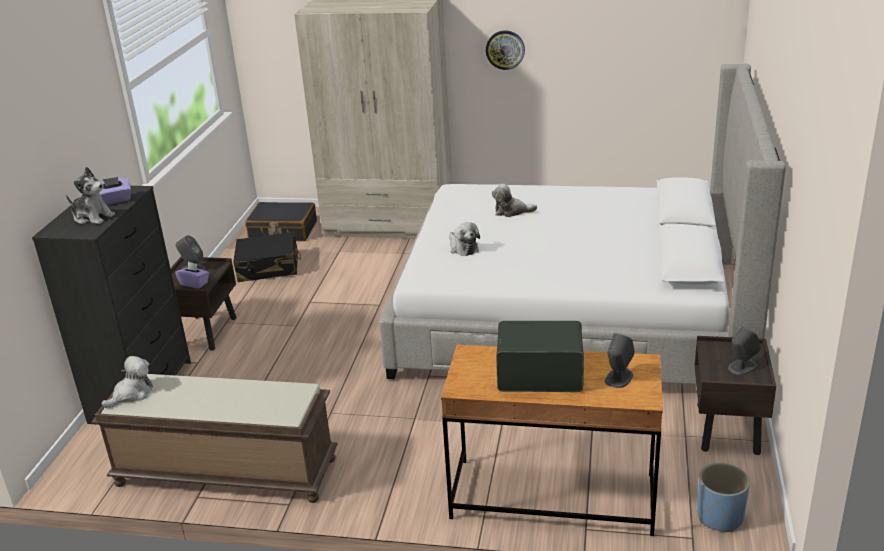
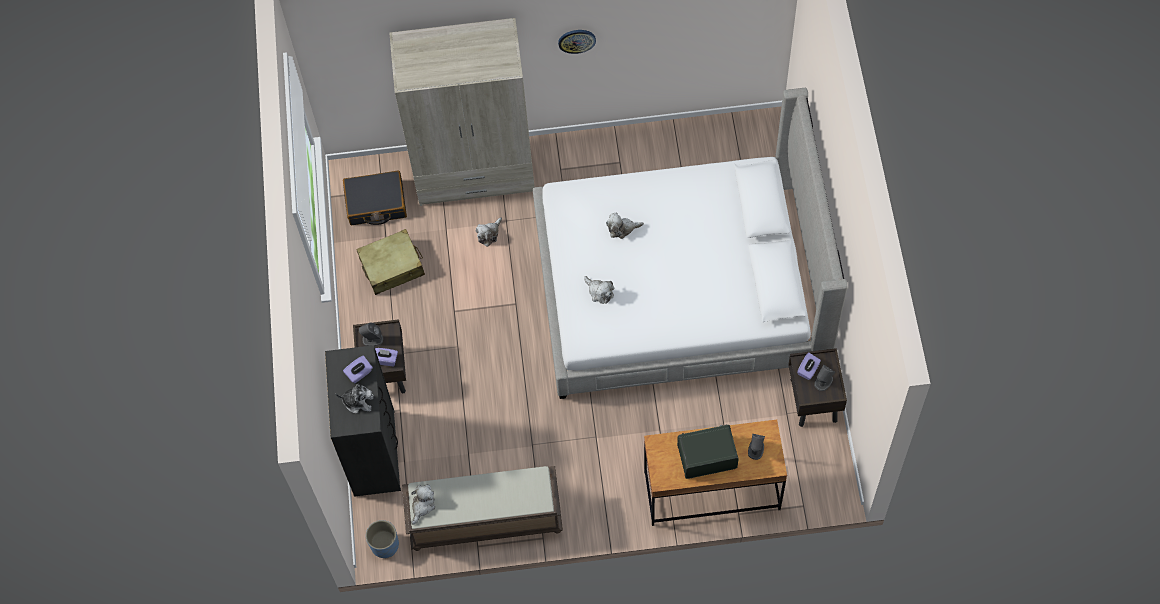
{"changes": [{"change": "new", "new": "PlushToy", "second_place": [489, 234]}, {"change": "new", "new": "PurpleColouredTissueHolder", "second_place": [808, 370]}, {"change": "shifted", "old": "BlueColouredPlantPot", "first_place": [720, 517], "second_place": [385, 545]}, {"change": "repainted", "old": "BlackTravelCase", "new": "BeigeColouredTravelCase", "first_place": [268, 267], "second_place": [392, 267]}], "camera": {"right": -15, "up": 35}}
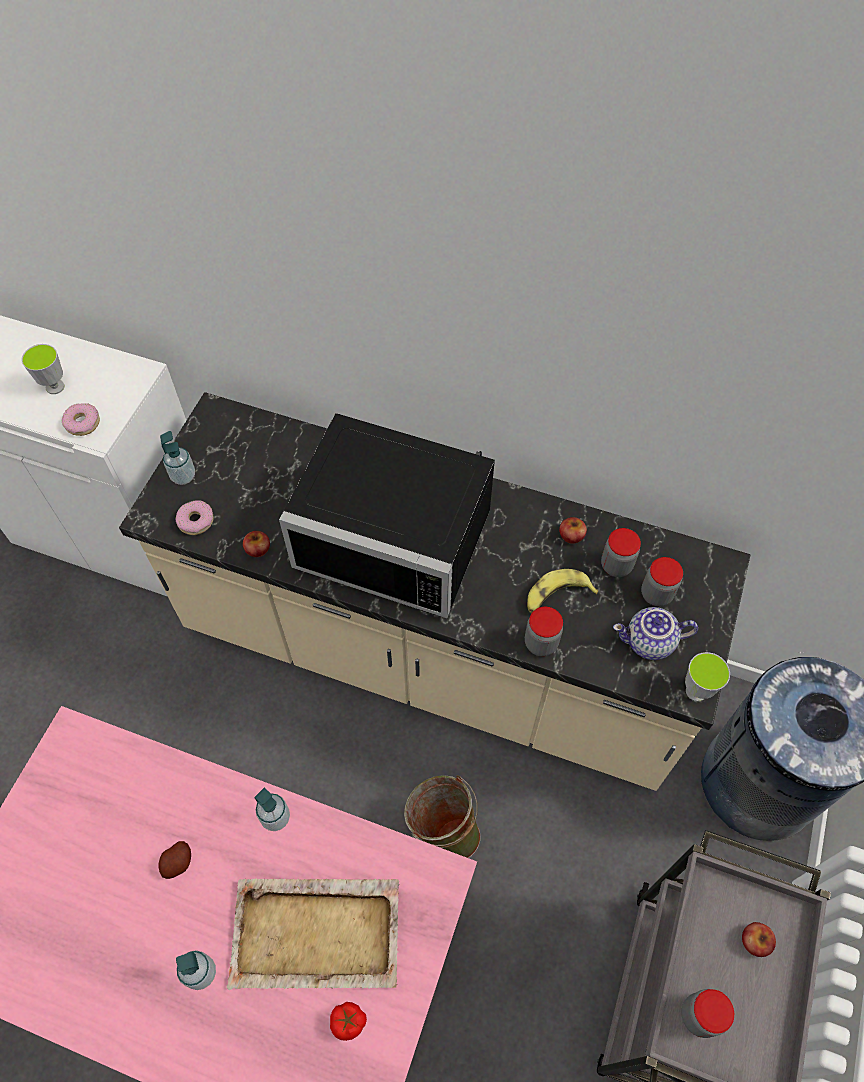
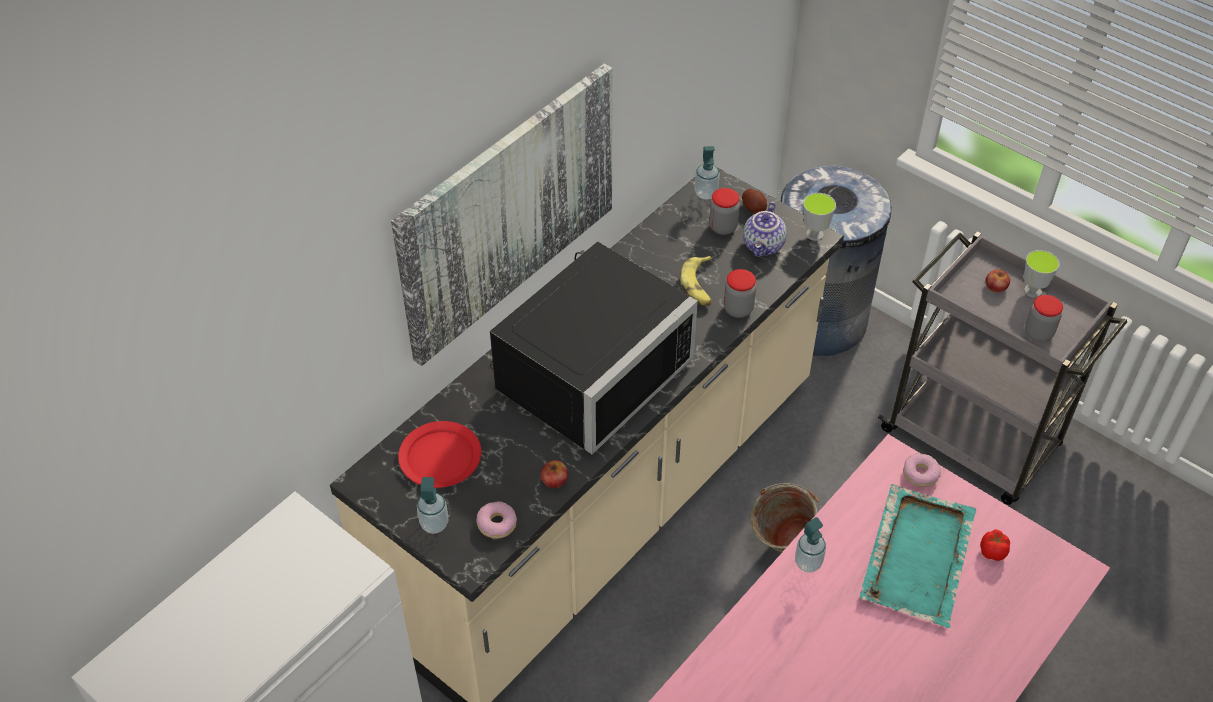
{"changes": [{"change": "gone", "old": "Apple", "first_place": [571, 535]}, {"change": "gone", "old": "PreserveJar", "first_place": [616, 565]}, {"change": "new", "new": "Picture", "second_place": [508, 211]}, {"change": "new", "new": "RedColouredFlatDish", "second_place": [439, 457]}, {"change": "shifted", "old": "SmallCup", "first_place": [55, 387], "second_place": [1032, 291]}, {"change": "shifted", "old": "RingDoughnut", "first_place": [83, 423], "second_place": [920, 473]}, {"change": "shifted", "old": "Potato", "first_place": [178, 862], "second_place": [754, 208]}, {"change": "shifted", "old": "SoapDispenser", "first_place": [201, 973], "second_place": [706, 193]}, {"change": "repainted", "old": "BeigeColouredServingTray", "new": "TurquoiseServingTray", "first_place": [318, 934], "second_place": [918, 556]}], "camera": {"right": -70, "up": -10}}
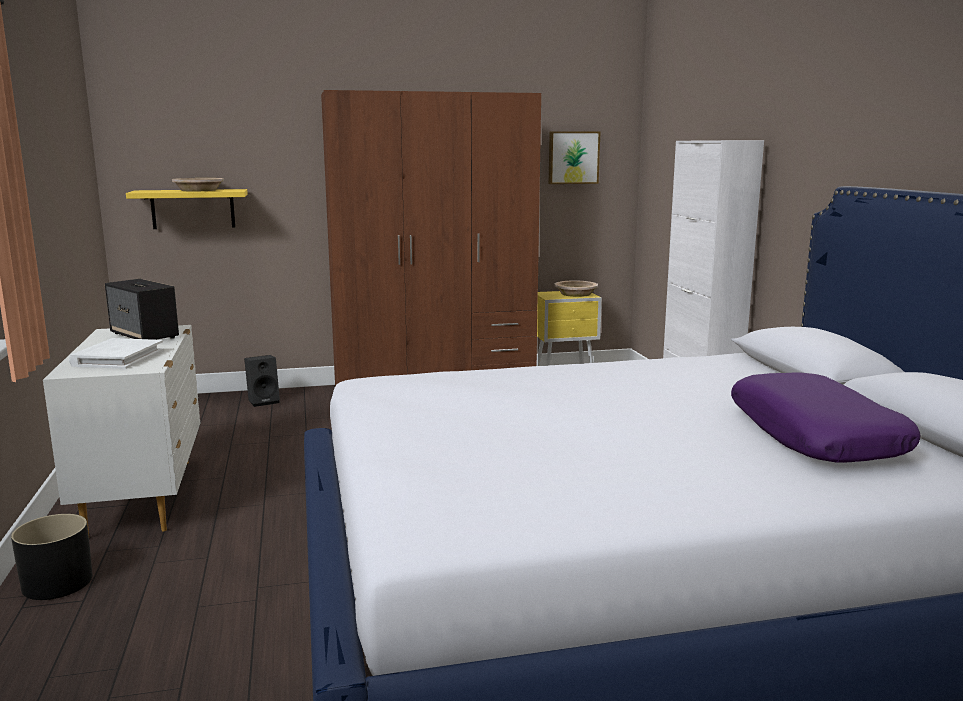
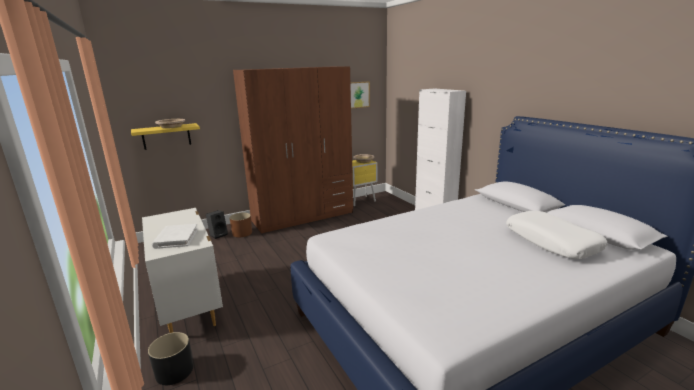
{"changes": [{"change": "gone", "old": "AudioSpeaker", "first_place": [145, 336]}, {"change": "new", "new": "BrownPlantPot", "second_place": [242, 233]}, {"change": "repainted", "old": "PurpleColouredCushion", "new": "WhitishCushion", "first_place": [815, 435], "second_place": [552, 242]}], "camera": {"right": -15, "up": 5}}
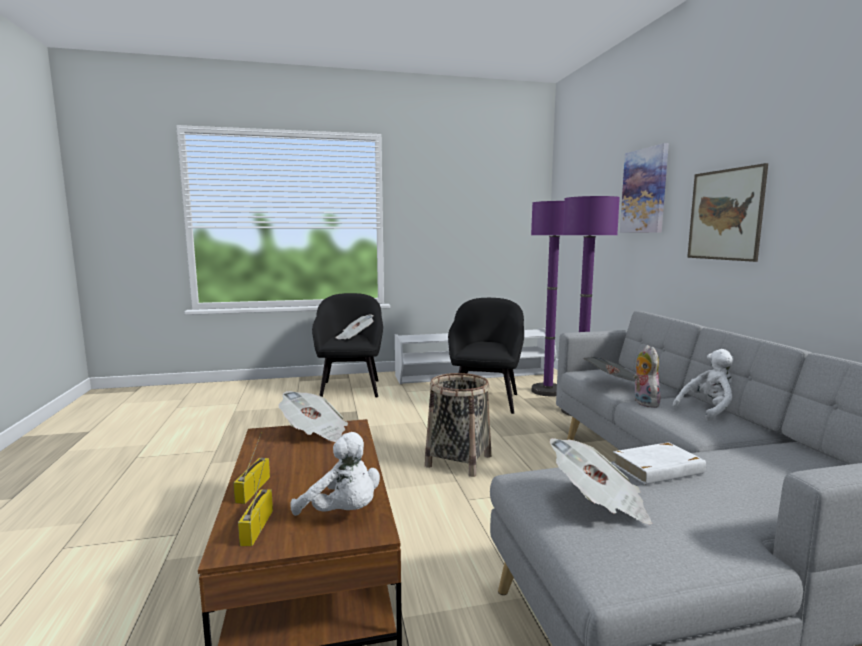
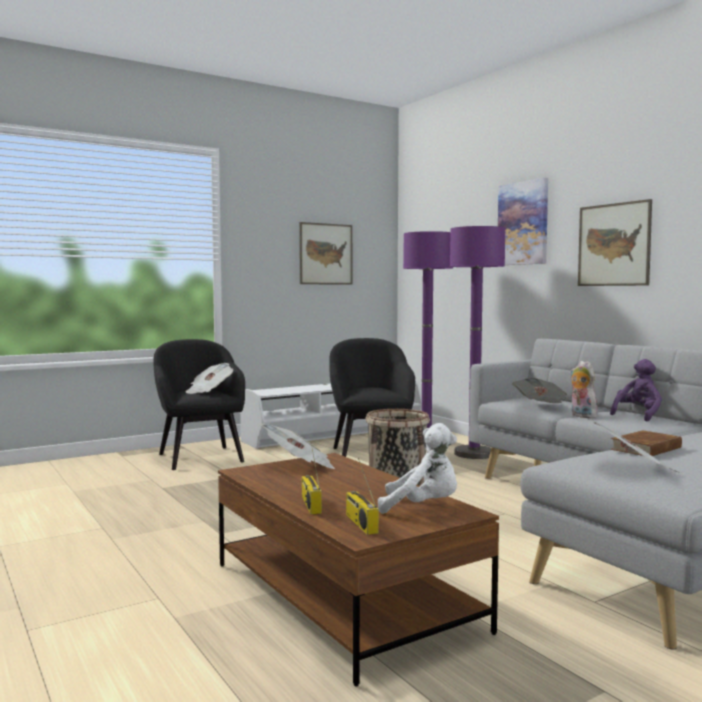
{"changes": [{"change": "new", "new": "Picture", "second_place": [326, 254]}, {"change": "repainted", "old": "WhitishBook", "new": "BrownBook", "first_place": [658, 469], "second_place": [646, 449]}, {"change": "repainted", "old": "WhitishPlushToy", "new": "PurpleColouredPlushToy", "first_place": [708, 410], "second_place": [638, 415]}], "camera": {"right": -20, "up": -5}}
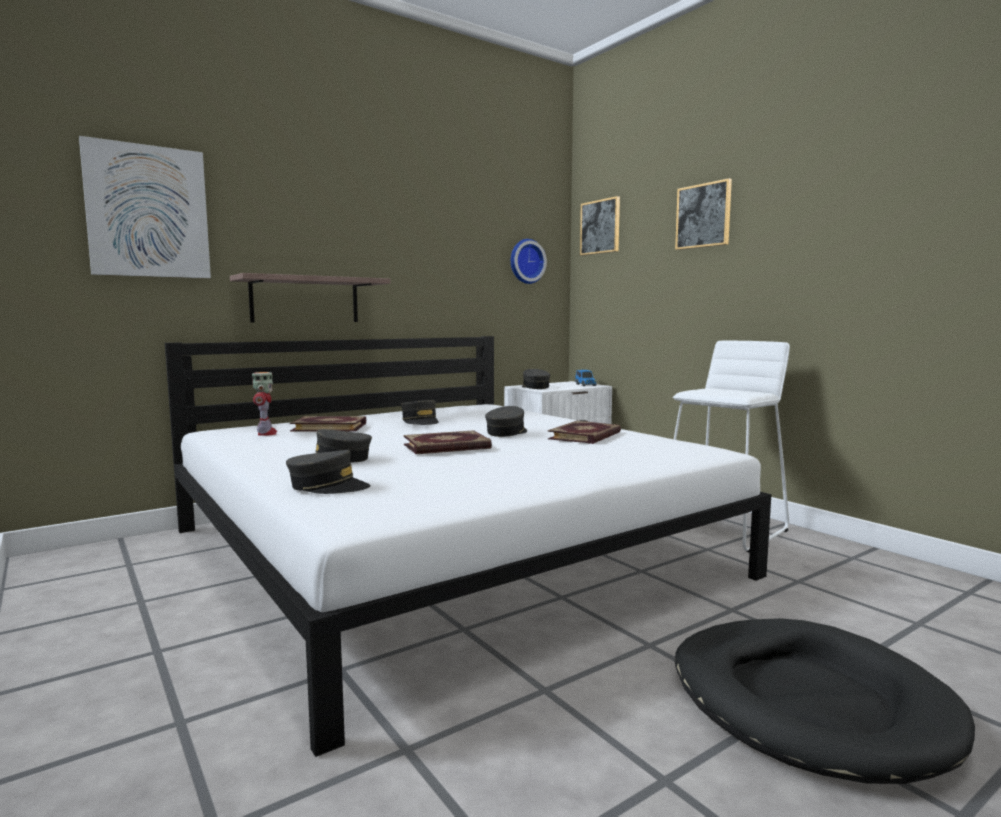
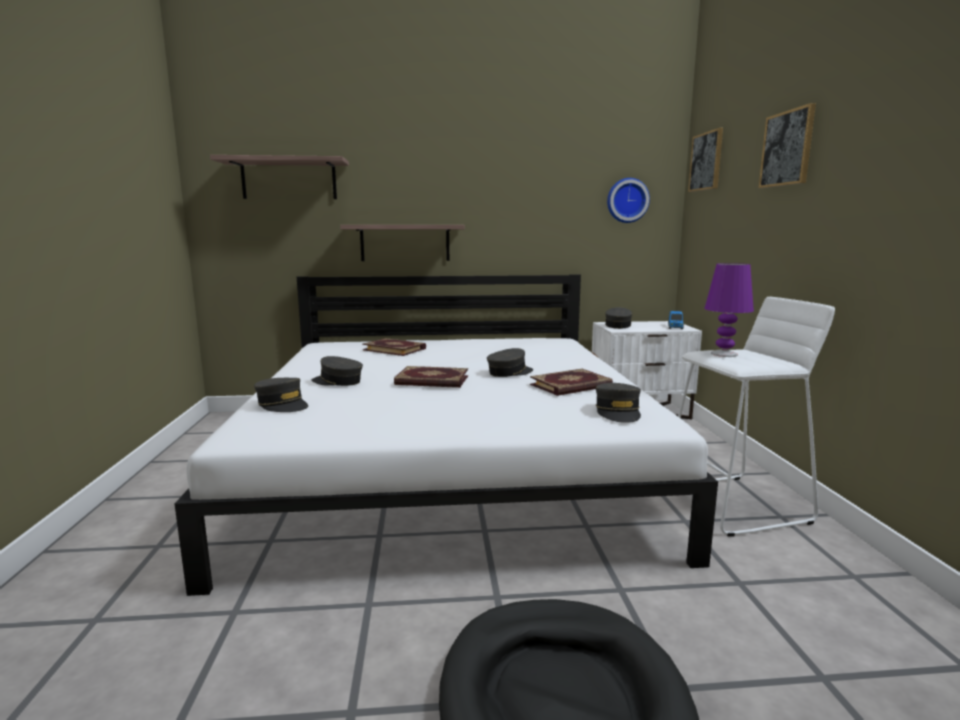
{"changes": [{"change": "gone", "old": "ToyRobot", "first_place": [266, 433]}, {"change": "new", "new": "PurpleColouredLampForATable", "second_place": [724, 354]}, {"change": "shifted", "old": "GreyCap", "first_place": [420, 421], "second_place": [618, 412]}, {"change": "swapped", "old": "Picture", "new": "WallShelf", "first_place": [148, 212], "second_place": [289, 180]}], "camera": {"right": 30, "up": 5}}
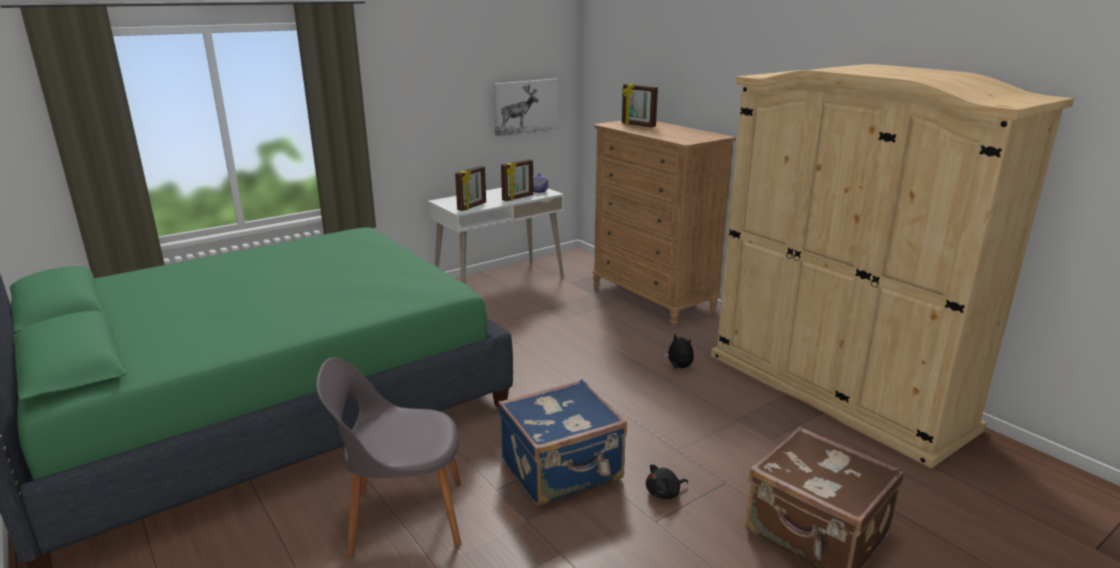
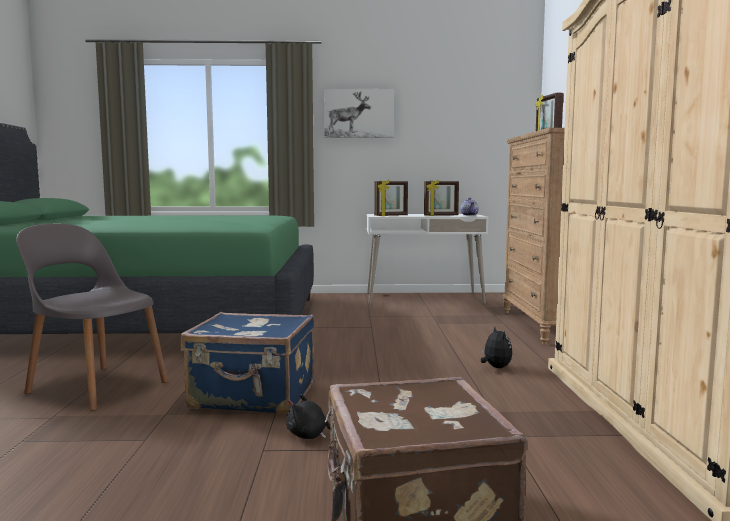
{"changes": [{"change": "shifted", "old": "Picture", "first_place": [525, 106], "second_place": [359, 113]}], "camera": {"right": 35, "up": -15}}
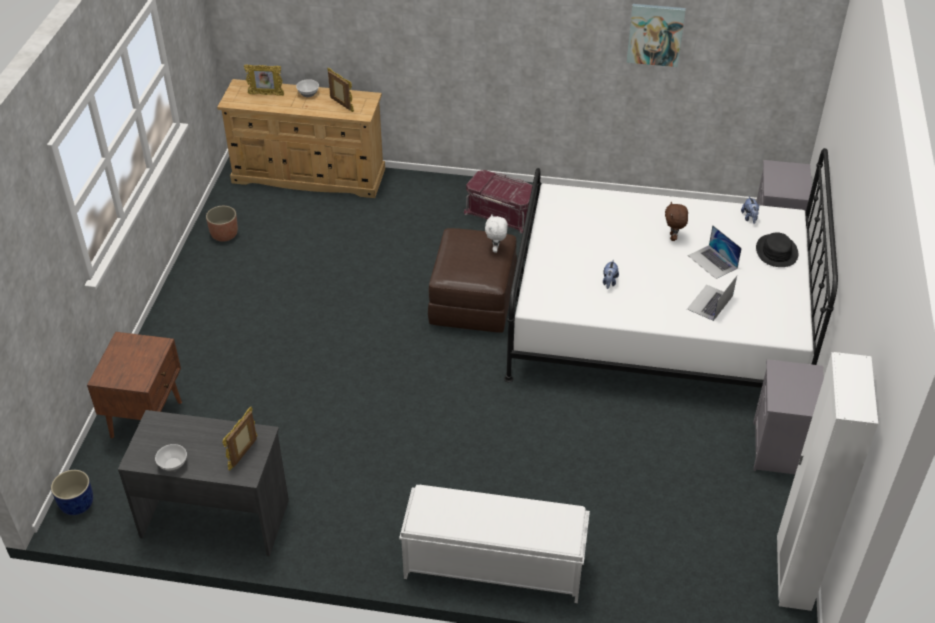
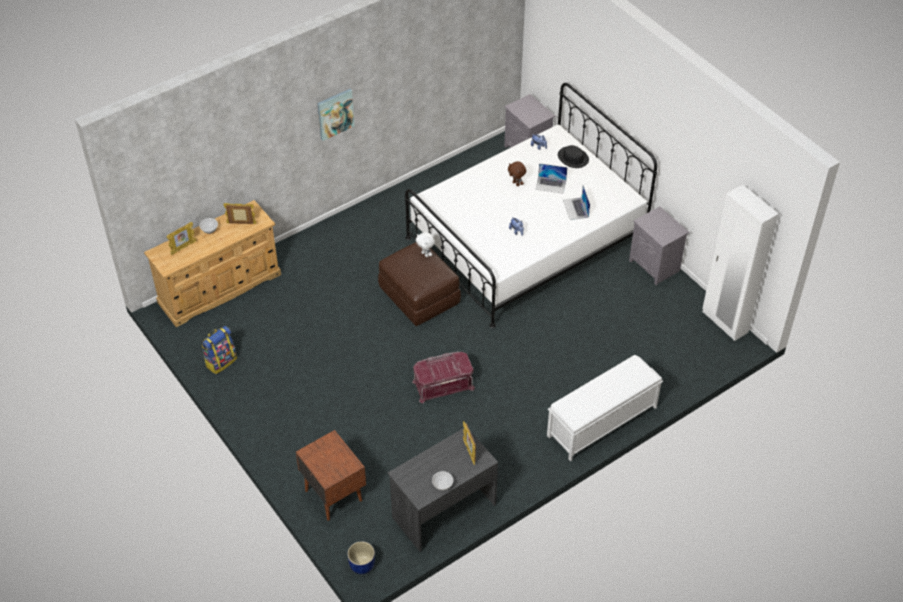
{"changes": [{"change": "shifted", "old": "RedColouredStorageBin", "first_place": [501, 212], "second_place": [443, 384]}, {"change": "shifted", "old": "Picture", "first_place": [655, 34], "second_place": [335, 114]}, {"change": "swapped", "old": "PlantPot", "new": "Rucksack", "first_place": [224, 234], "second_place": [221, 361]}], "camera": {"right": -45, "up": 5}}
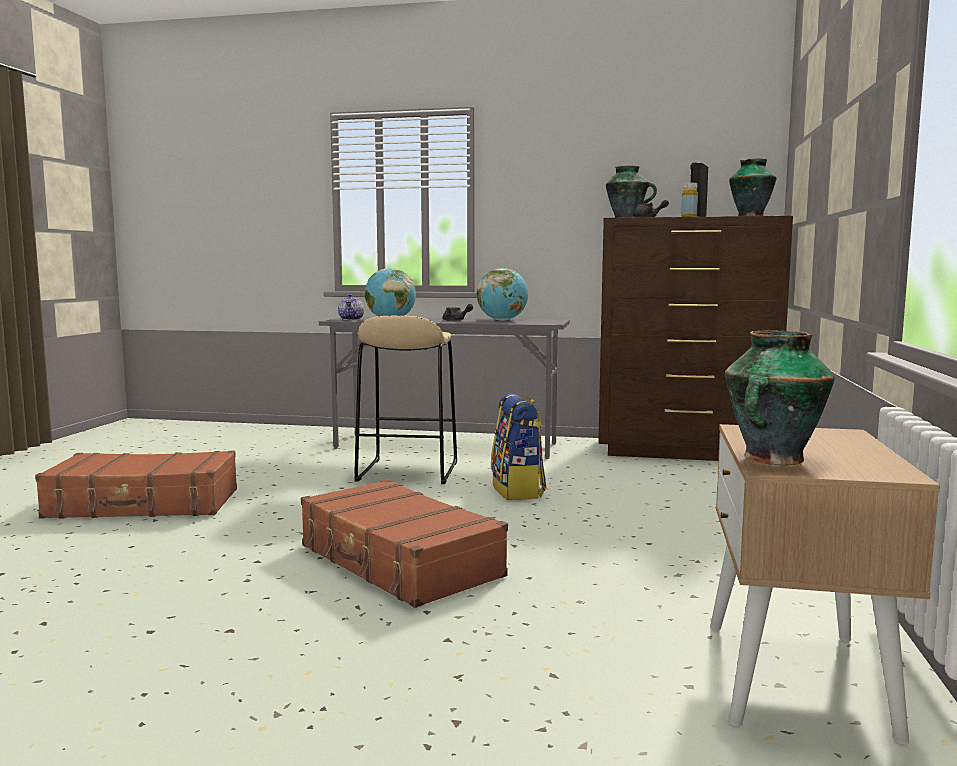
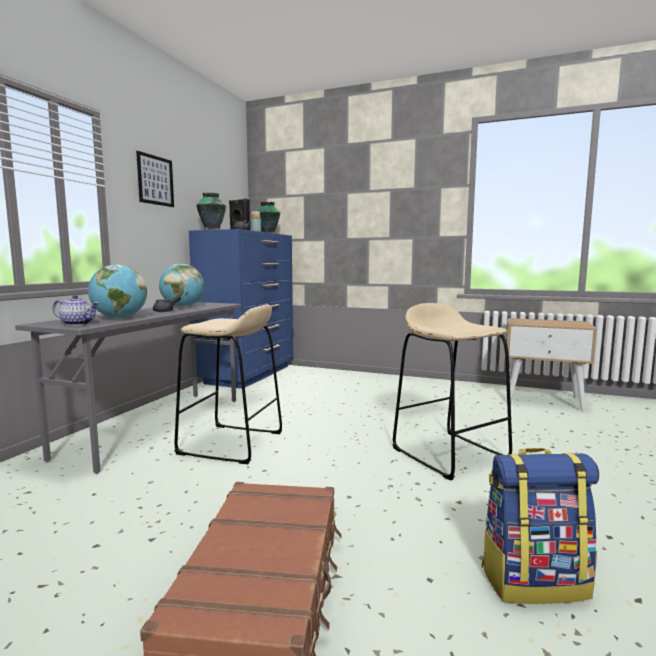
{"changes": [{"change": "gone", "old": "FlowerVase", "first_place": [772, 459]}, {"change": "new", "new": "Picture", "second_place": [155, 180]}, {"change": "shifted", "old": "Rucksack", "first_place": [518, 491], "second_place": [534, 581]}, {"change": "swapped", "old": "BrownTravelCase", "new": "BeigeColouredStoolSeat", "first_place": [398, 562], "second_place": [450, 453]}, {"change": "repainted", "old": "BrownDresser", "new": "BlueColouredDresser", "first_place": [685, 451], "second_place": [249, 374]}], "camera": {"right": -80, "up": 0}}
